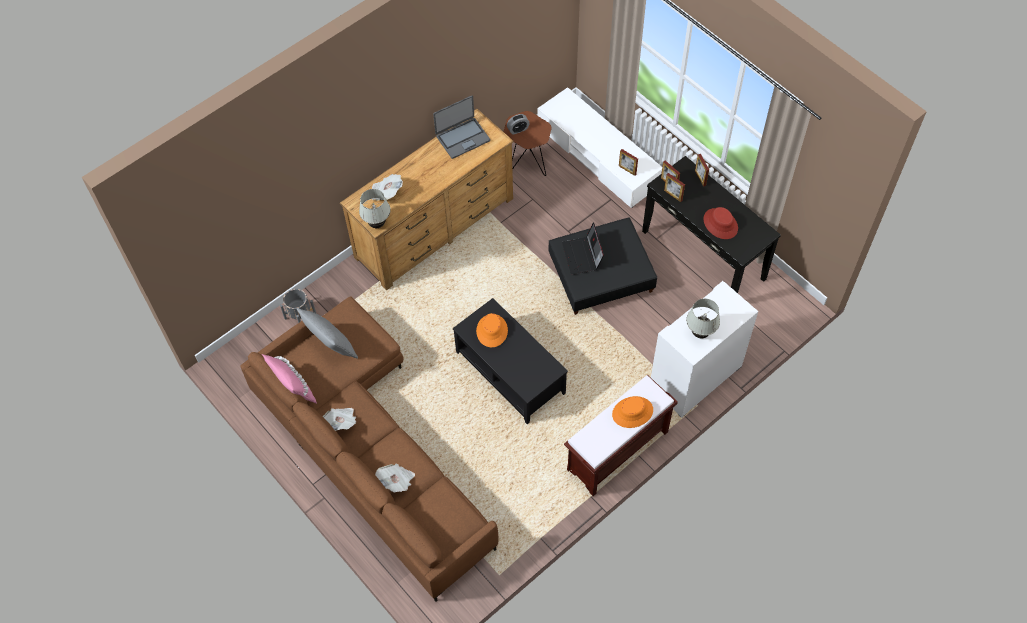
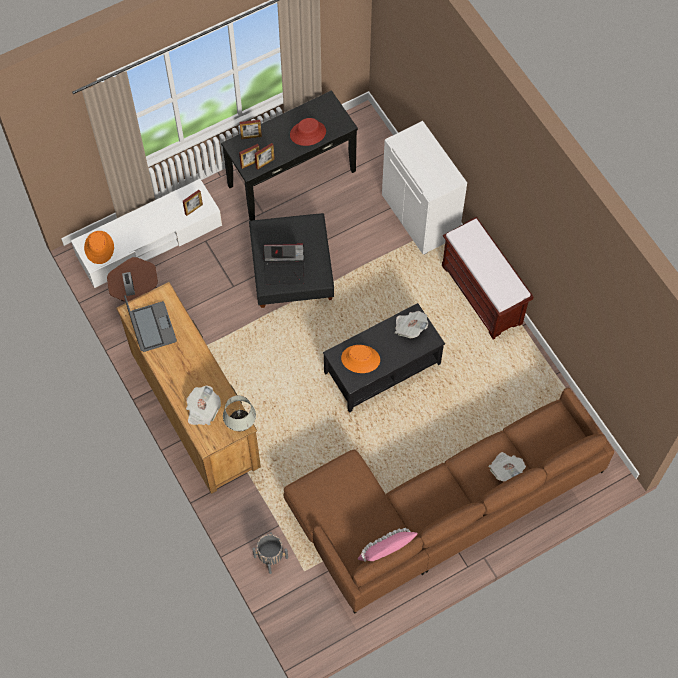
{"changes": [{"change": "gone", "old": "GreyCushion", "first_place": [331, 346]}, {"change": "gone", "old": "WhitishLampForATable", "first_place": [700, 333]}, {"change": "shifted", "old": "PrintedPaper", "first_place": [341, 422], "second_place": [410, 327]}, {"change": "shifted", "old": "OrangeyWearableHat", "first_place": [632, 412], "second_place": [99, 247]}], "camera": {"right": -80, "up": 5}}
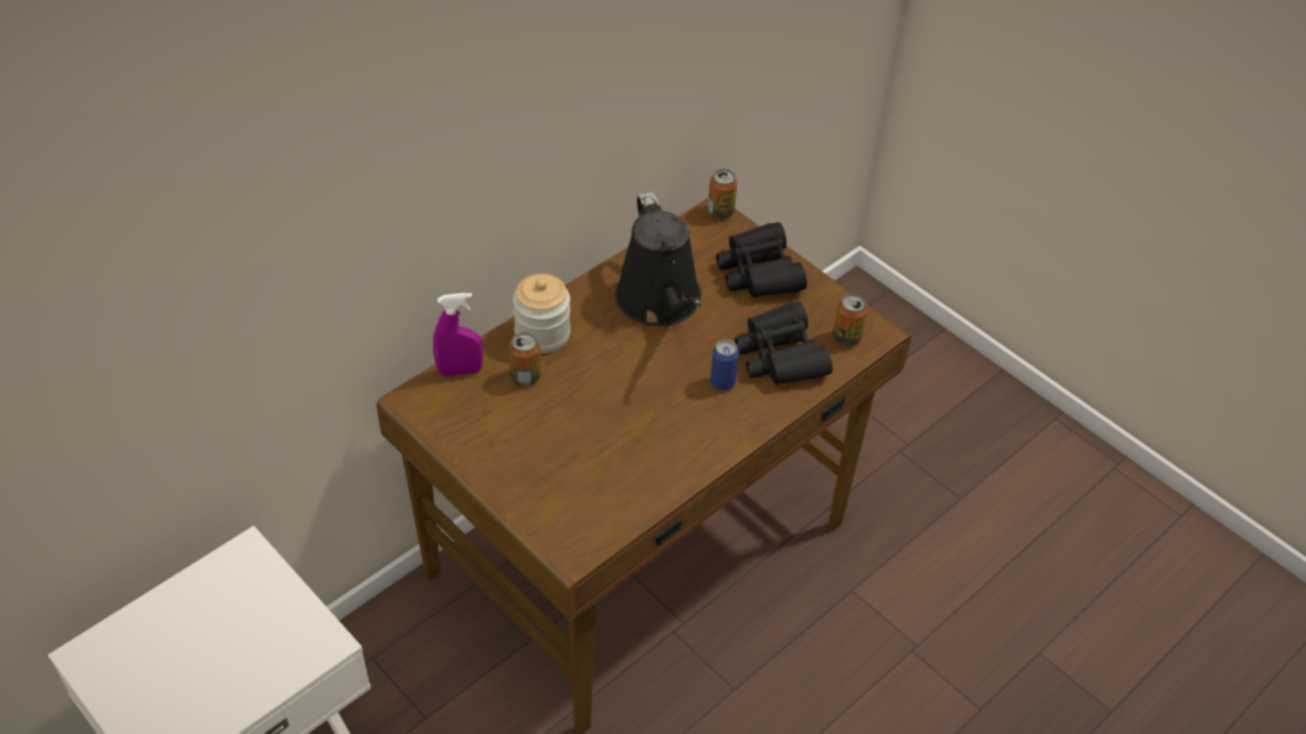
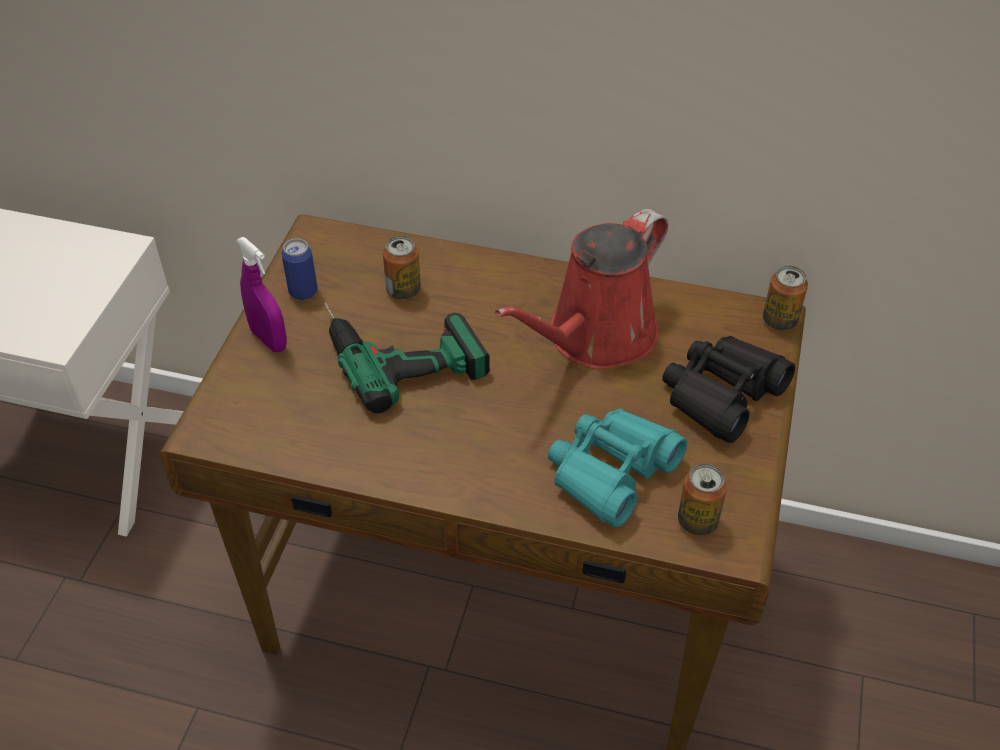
{"changes": [{"change": "gone", "old": "PreserveJar", "first_place": [542, 334]}, {"change": "new", "new": "Drill", "second_place": [398, 347]}, {"change": "shifted", "old": "PurpleColouredSprayer", "first_place": [460, 371], "second_place": [269, 339]}, {"change": "shifted", "old": "Can", "first_place": [722, 382], "second_place": [303, 292]}, {"change": "repainted", "old": "BlackWateringCan", "new": "RedColouredWateringCan", "first_place": [661, 302], "second_place": [595, 338]}, {"change": "repainted", "old": "BlackFieldGlasses", "new": "TurquoiseFieldGlasses", "first_place": [780, 355], "second_place": [611, 472]}], "camera": {"right": 60, "up": 0}}
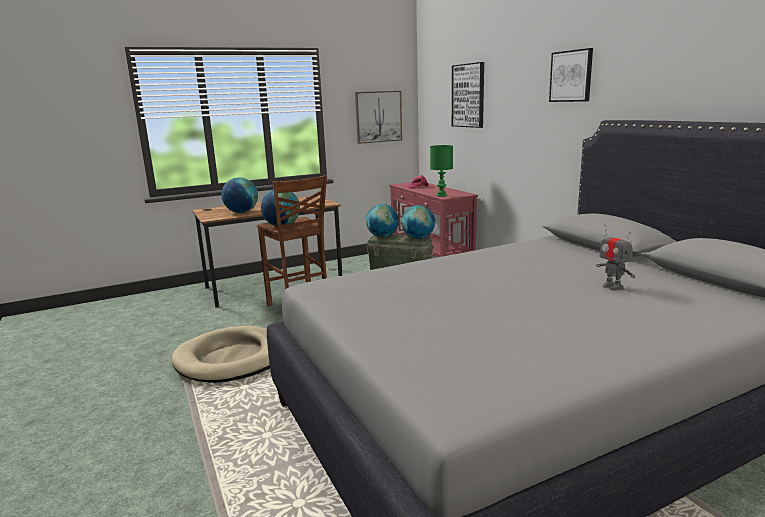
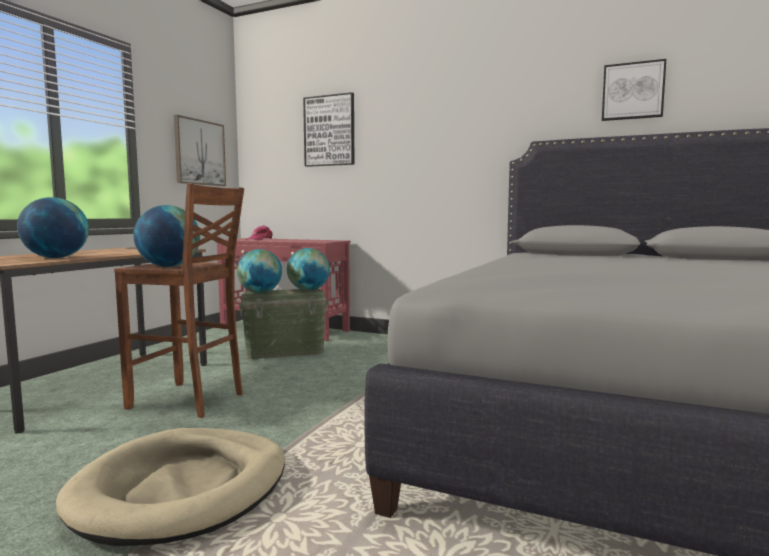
{"changes": [{"change": "gone", "old": "GreenColouredLampForATable", "first_place": [441, 195]}, {"change": "gone", "old": "ToyRobot", "first_place": [612, 287]}, {"change": "shifted", "old": "Picture", "first_place": [571, 76], "second_place": [633, 91]}], "camera": {"right": -40, "up": -10}}
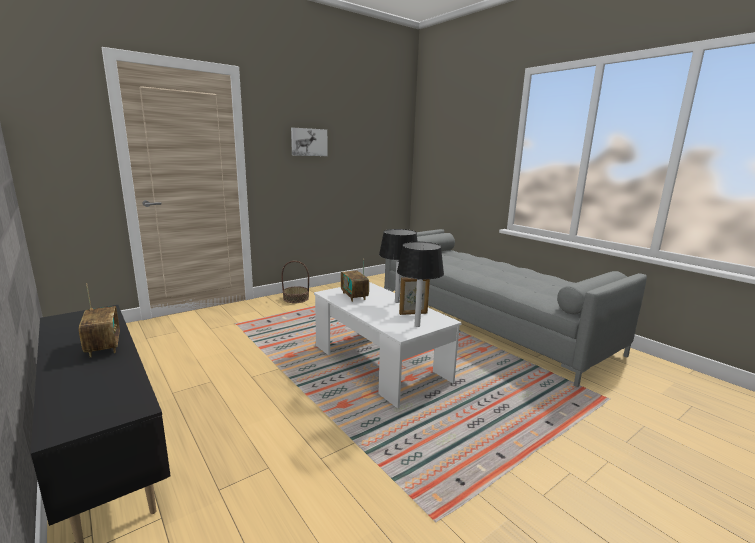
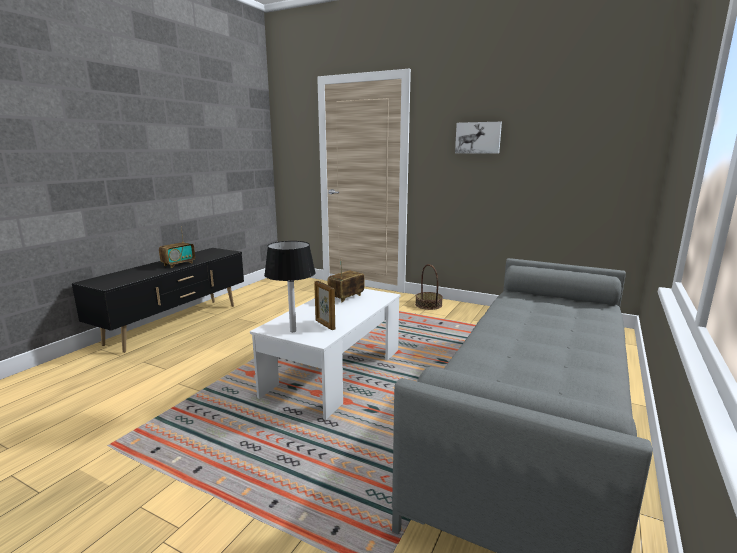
{"changes": [{"change": "gone", "old": "BlackLampForATable", "first_place": [397, 302]}], "camera": {"right": 65, "up": 0}}
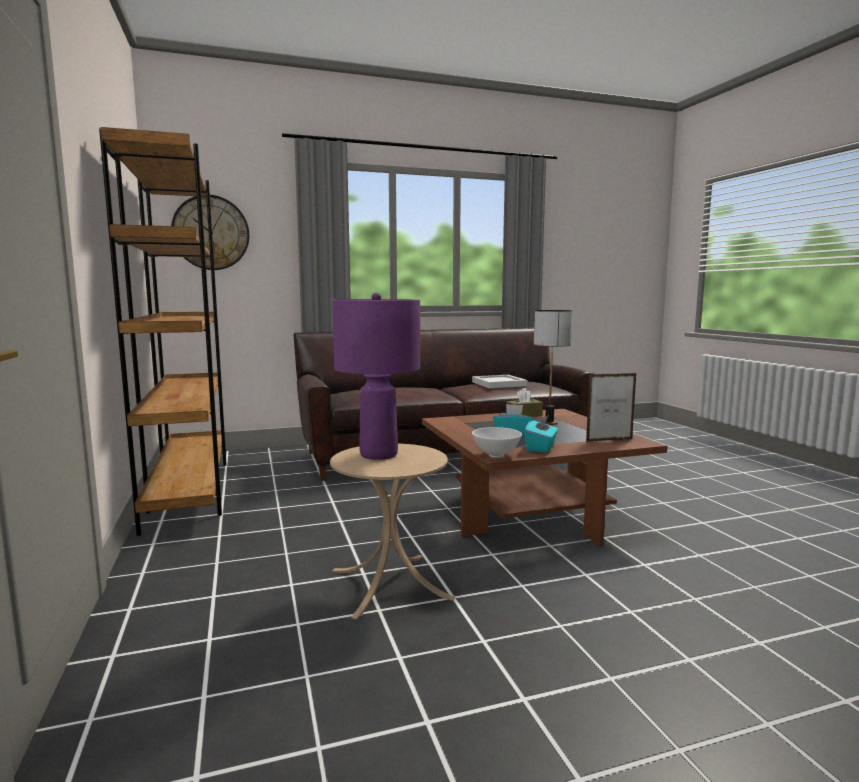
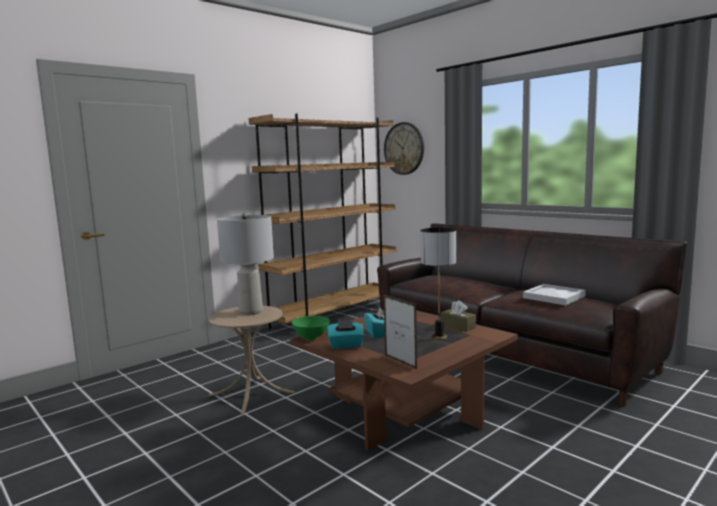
{"changes": [{"change": "repainted", "old": "PurpleColouredLampForATable", "new": "GreyLampForATable", "first_place": [378, 455], "second_place": [250, 312]}, {"change": "repainted", "old": "WhitishServingBowl", "new": "GreenColouredServingBowl", "first_place": [496, 455], "second_place": [311, 338]}], "camera": {"right": 65, "up": 0}}
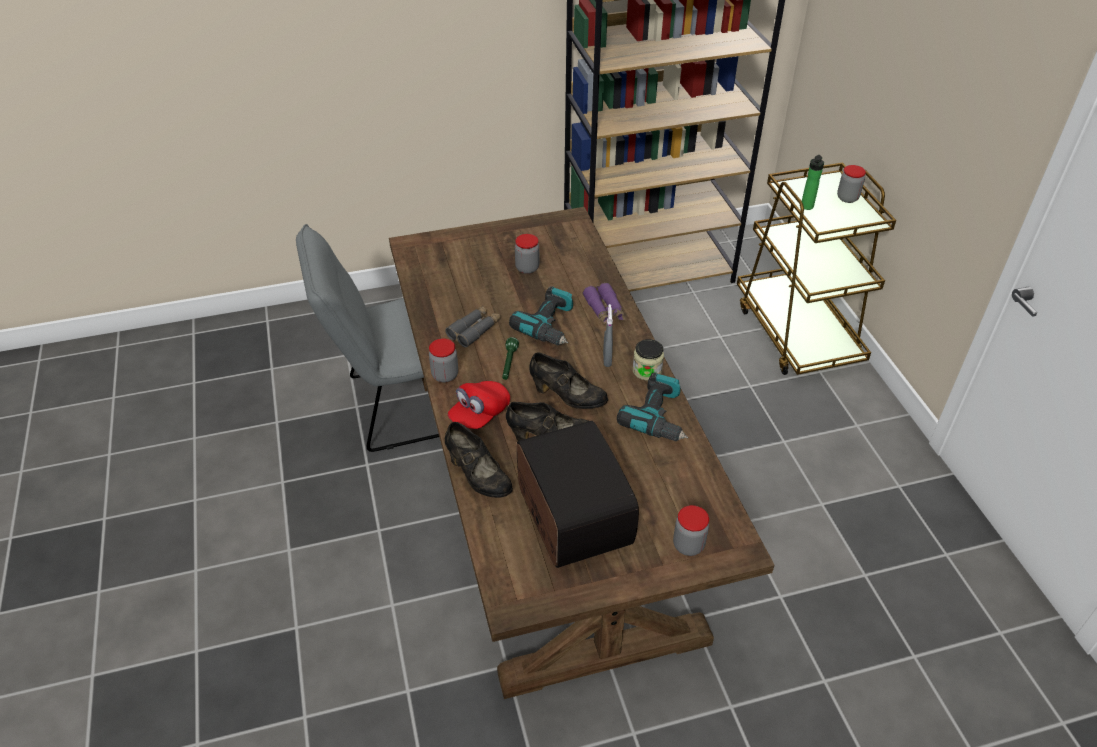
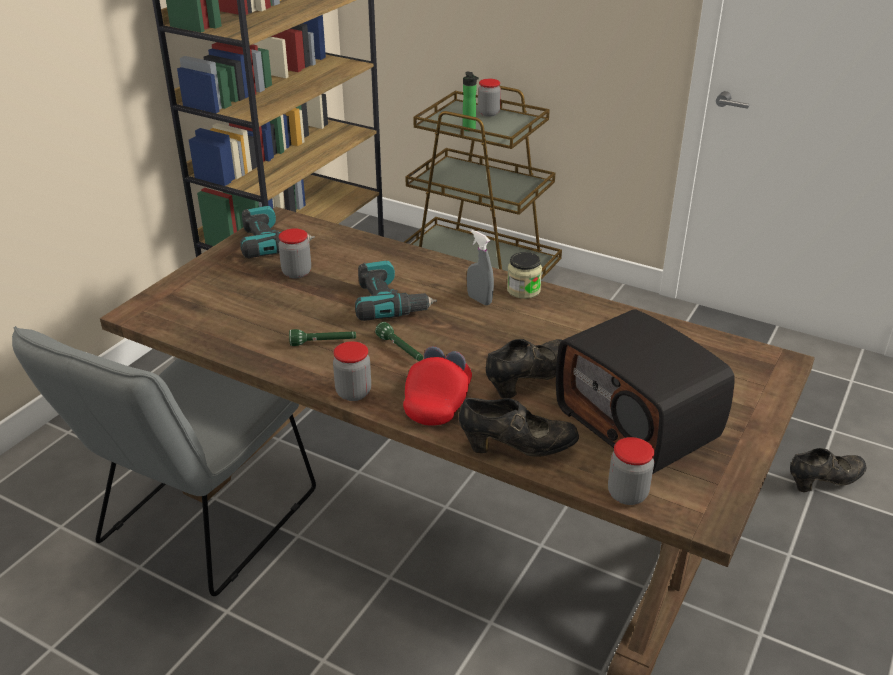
{"changes": [{"change": "gone", "old": "PurpleColouredFieldGlasses", "first_place": [604, 310]}, {"change": "shifted", "old": "BlackShoe", "first_place": [567, 397], "second_place": [824, 482]}, {"change": "shifted", "old": "Drill", "first_place": [659, 417], "second_place": [273, 242]}, {"change": "shifted", "old": "PreserveJar", "first_place": [688, 545], "second_place": [627, 494]}, {"change": "swapped", "old": "GreyFieldGlasses", "new": "GreenColouredTorch", "first_place": [474, 330], "second_place": [323, 343]}, {"change": "rotated", "old": "RedColouredCap", "first_place": [480, 414], "second_place": [438, 402], "degrees": -150}, {"change": "rotated", "old": "RadioSet", "first_place": [571, 516], "second_place": [639, 423], "degrees": -150}], "camera": {"right": -45, "up": -10}}
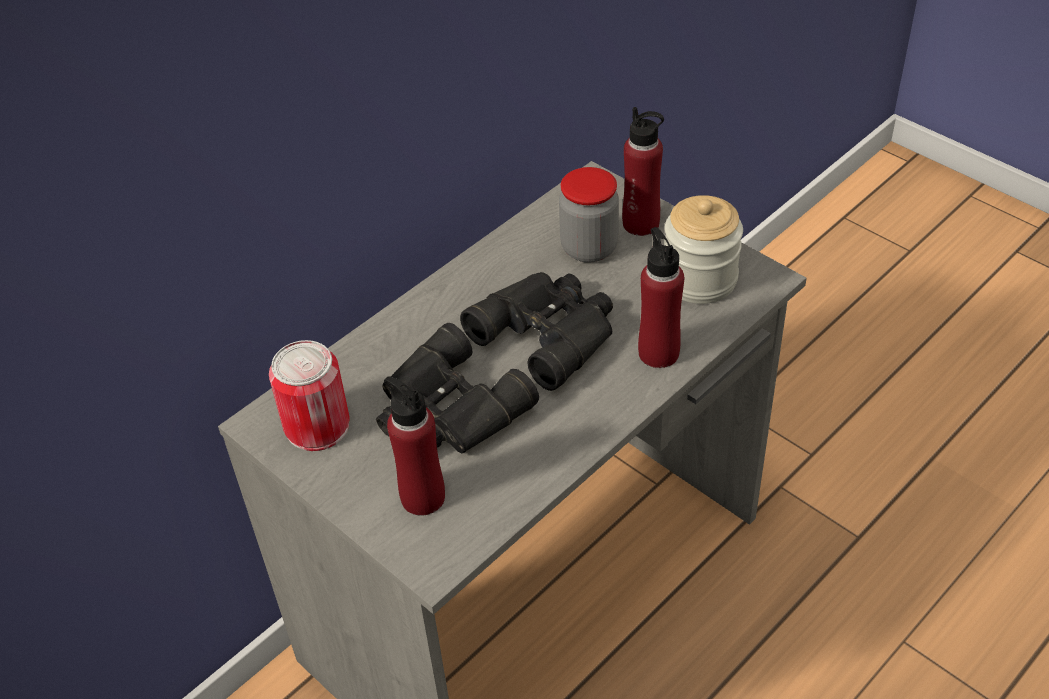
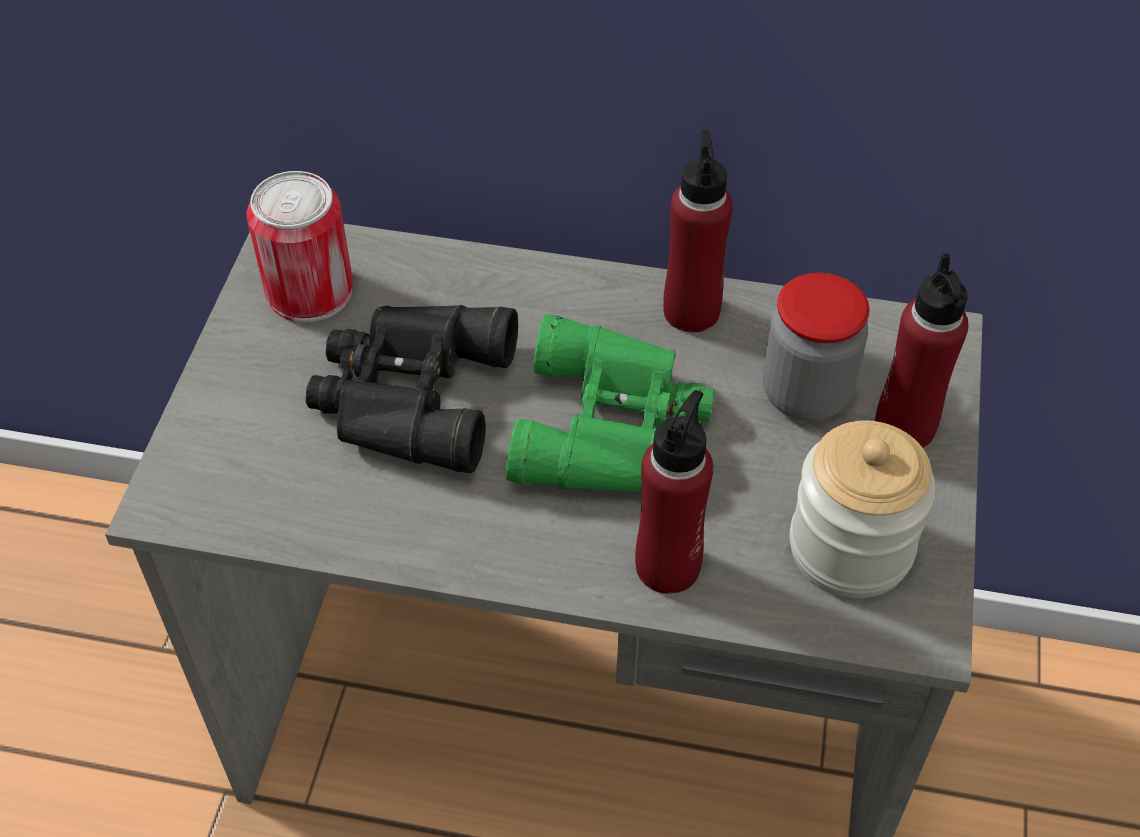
{"changes": [{"change": "shifted", "old": "RedColouredBeverageBottle", "first_place": [422, 497], "second_place": [691, 311]}, {"change": "repainted", "old": "BlackFieldGlasses", "new": "GreenColouredFieldGlasses", "first_place": [549, 332], "second_place": [616, 428]}], "camera": {"right": 55, "up": 5}}
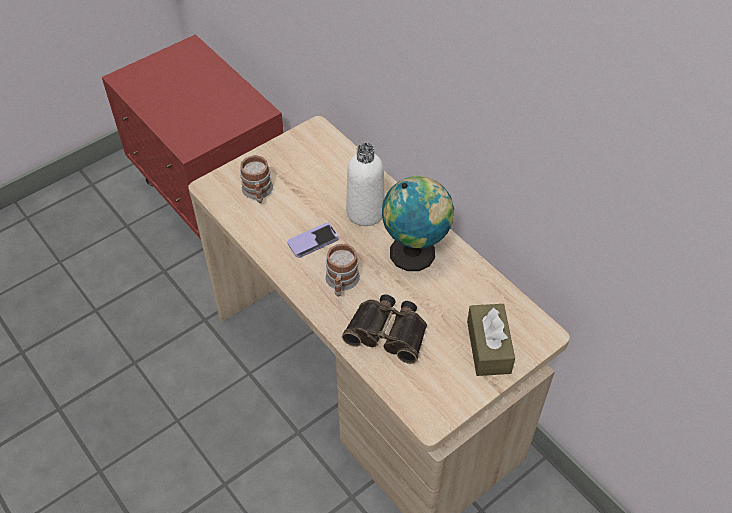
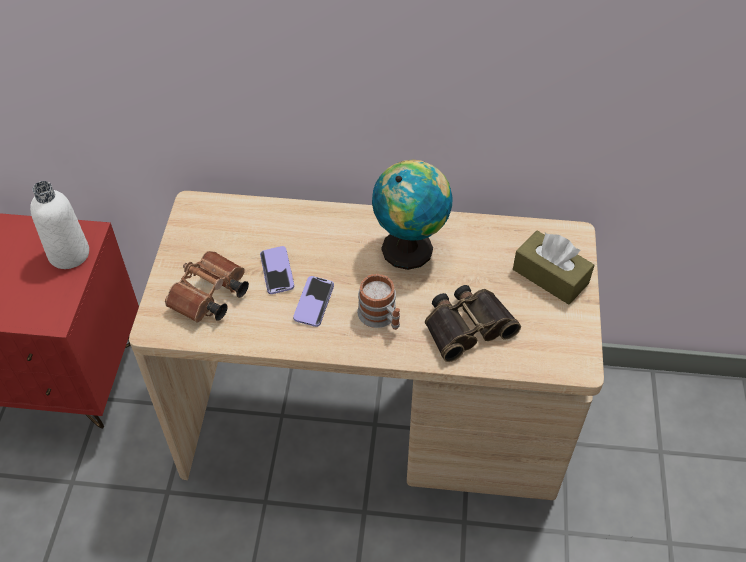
{"changes": [{"change": "new", "new": "Handset", "second_place": [277, 271]}, {"change": "shifted", "old": "WhitishBeverageBottle", "first_place": [365, 212], "second_place": [69, 254]}, {"change": "swapped", "old": "CoffeeMug", "new": "BrownFieldGlasses", "first_place": [258, 192], "second_place": [209, 298]}], "camera": {"right": -45, "up": 0}}
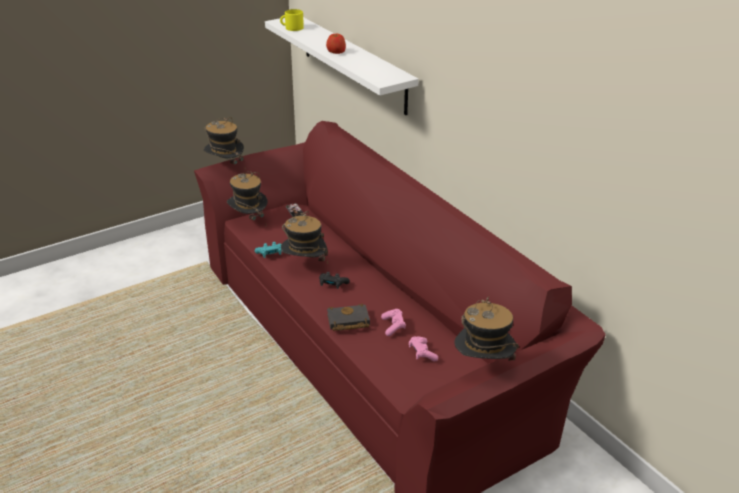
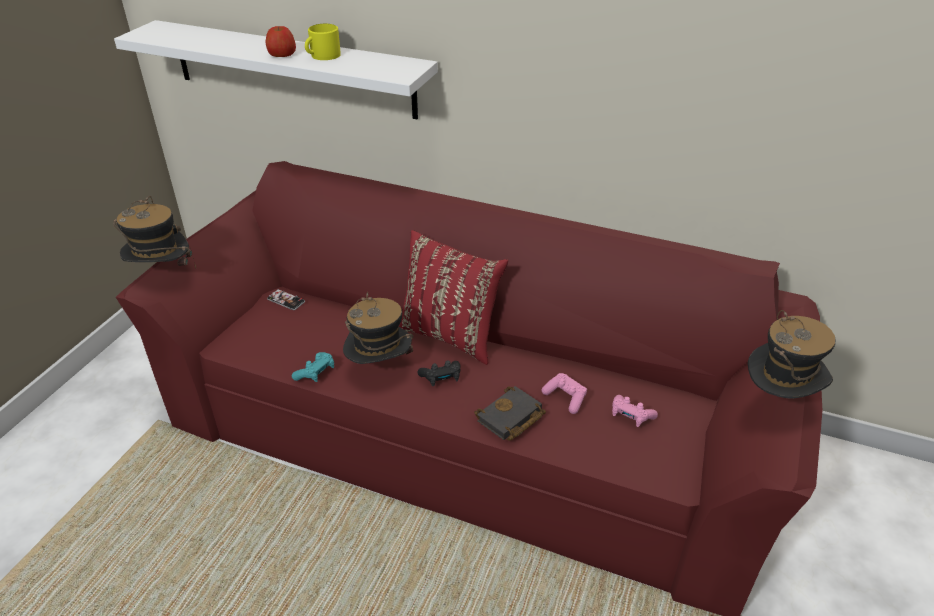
{"changes": [{"change": "gone", "old": "WearableHat", "first_place": [249, 221]}, {"change": "new", "new": "RedColouredCushion", "second_place": [450, 335]}, {"change": "shifted", "old": "YellowColouredCoffeeMug", "first_place": [292, 28], "second_place": [322, 56]}], "camera": {"right": -35, "up": 5}}
